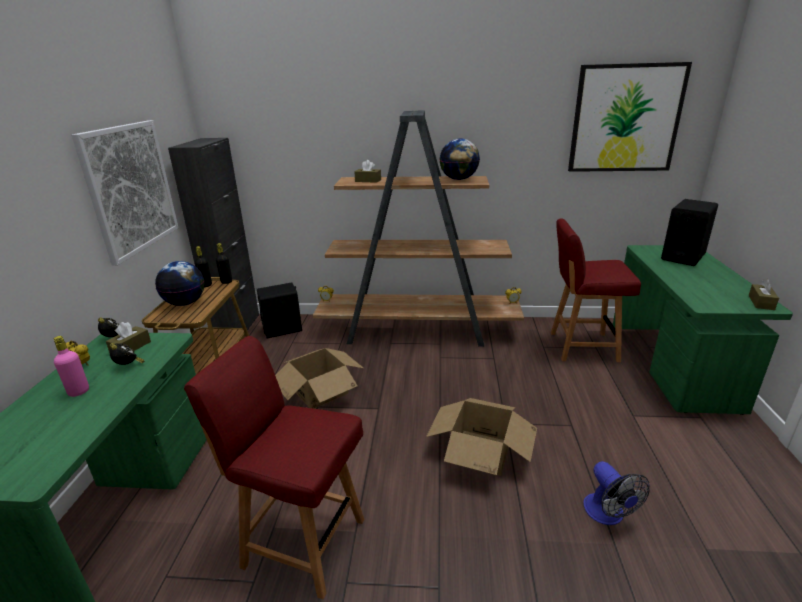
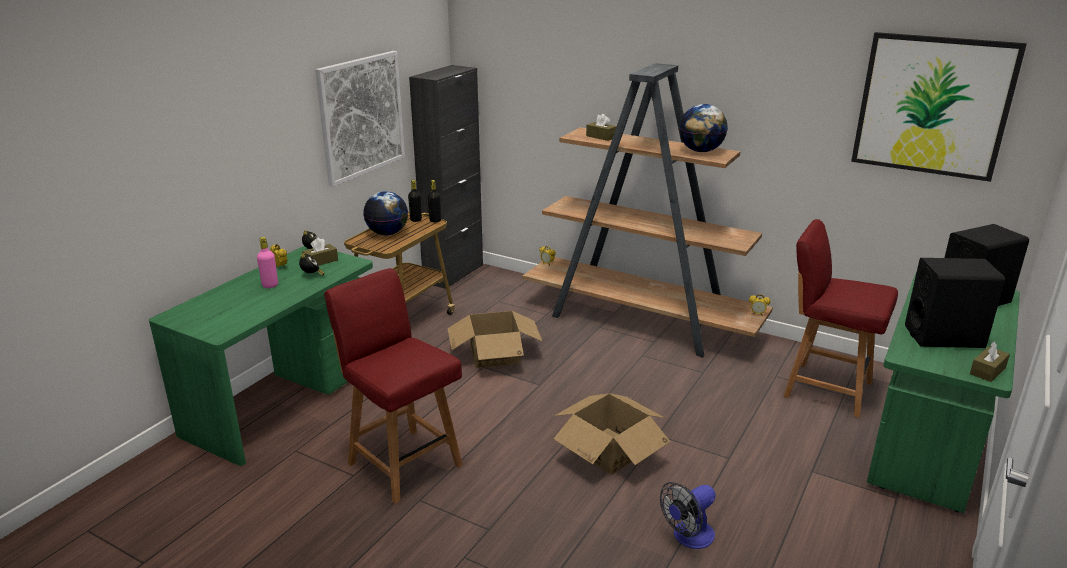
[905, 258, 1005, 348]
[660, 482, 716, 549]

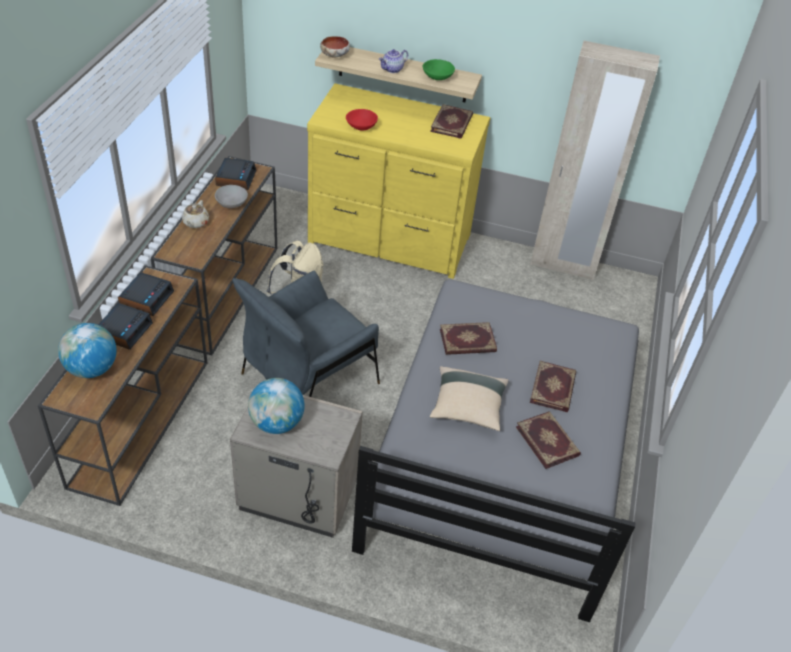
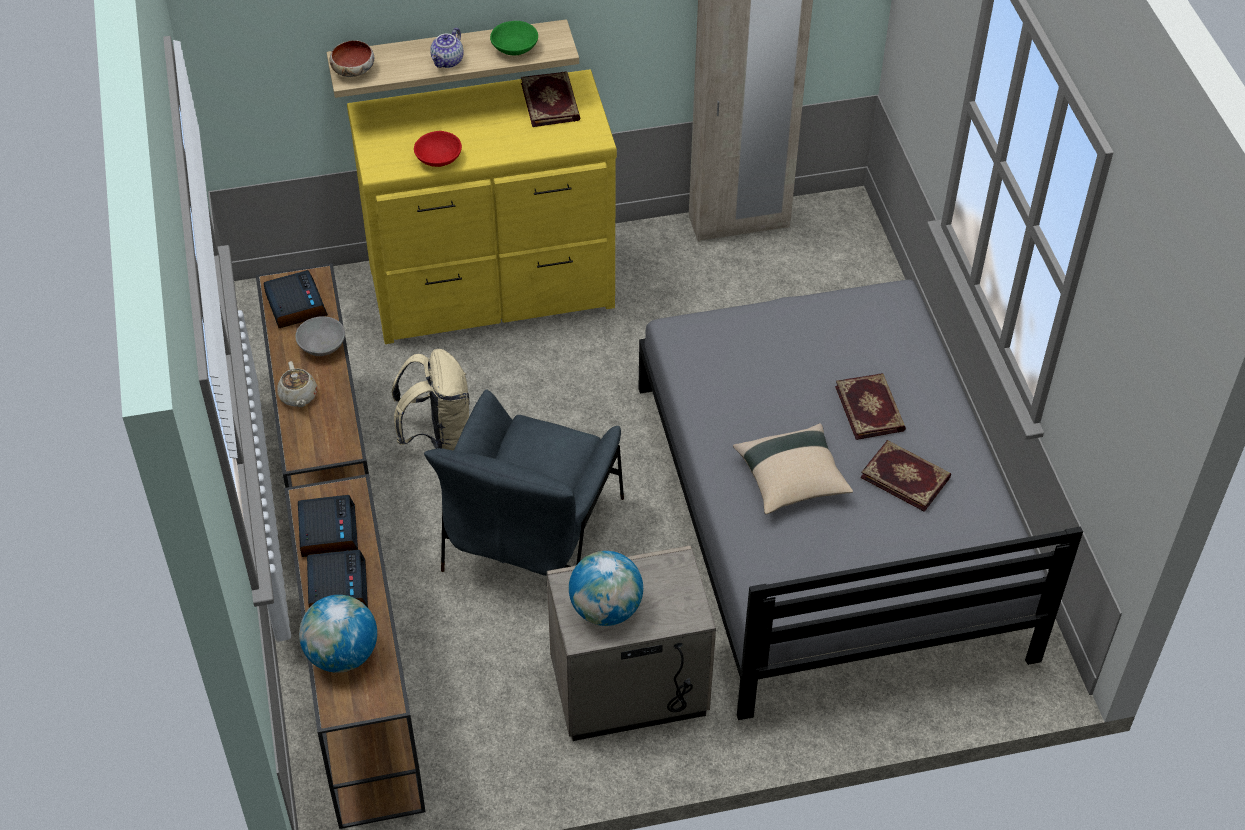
[440, 322, 497, 355] (first image)

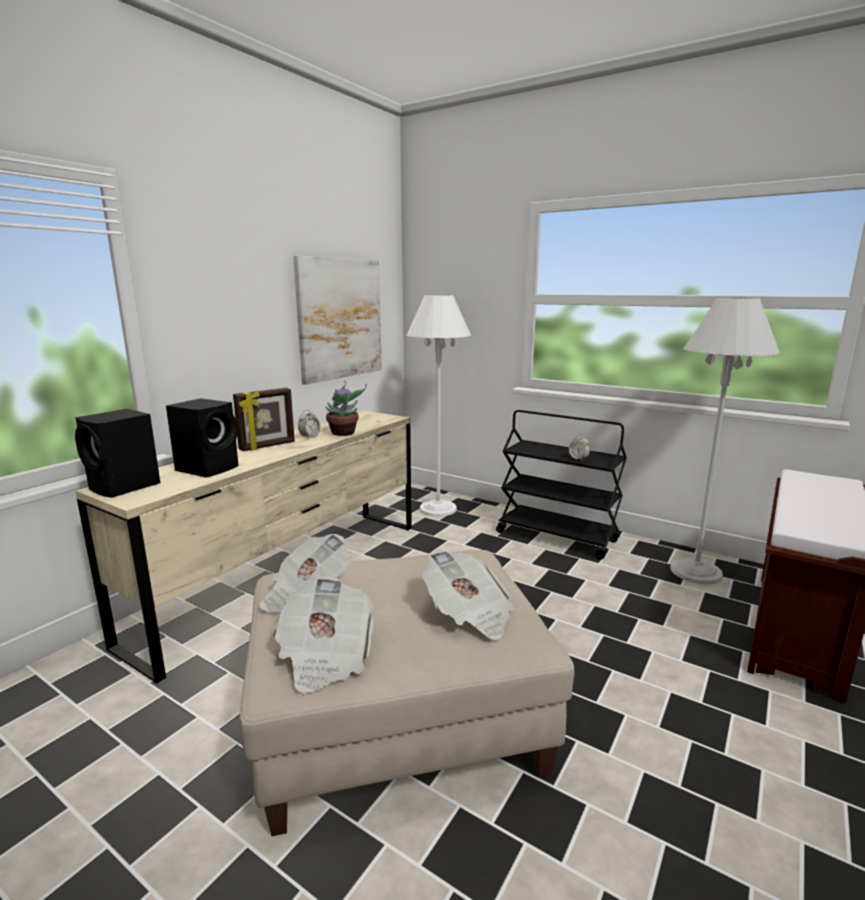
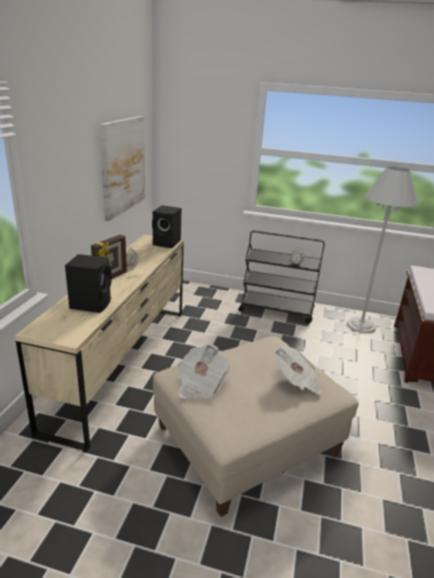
[152, 205, 181, 248]
[273, 576, 376, 693] (first image)
[326, 381, 367, 436] (first image)
[406, 295, 471, 517] (first image)

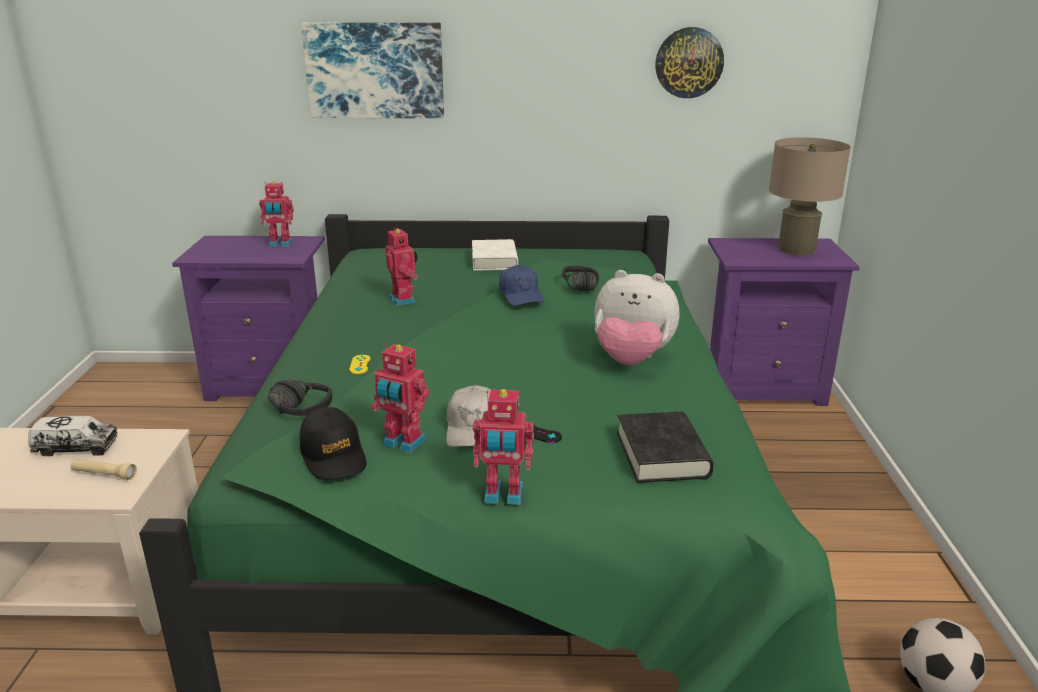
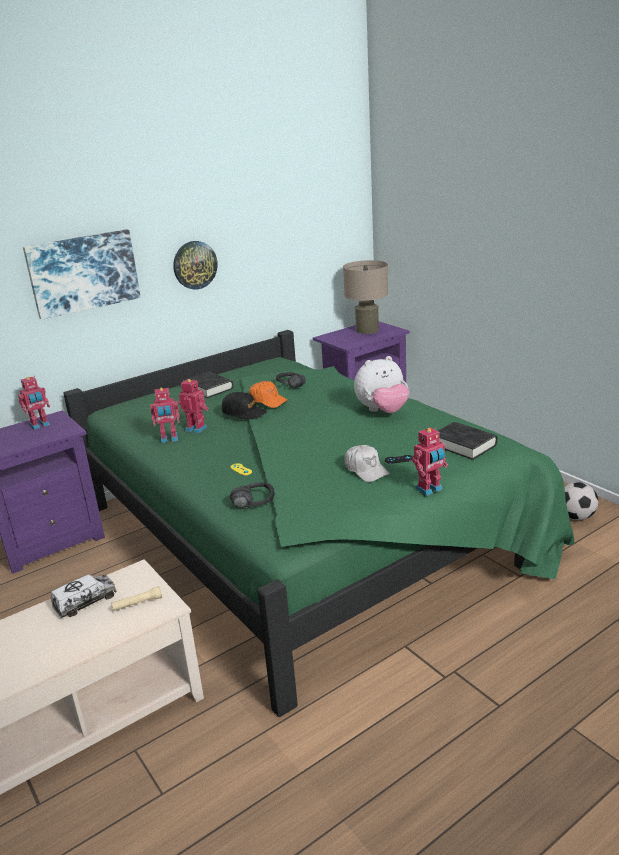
[222, 392, 267, 420]
[150, 388, 180, 443]
[185, 371, 233, 398]
[249, 381, 288, 408]
[173, 241, 218, 289]

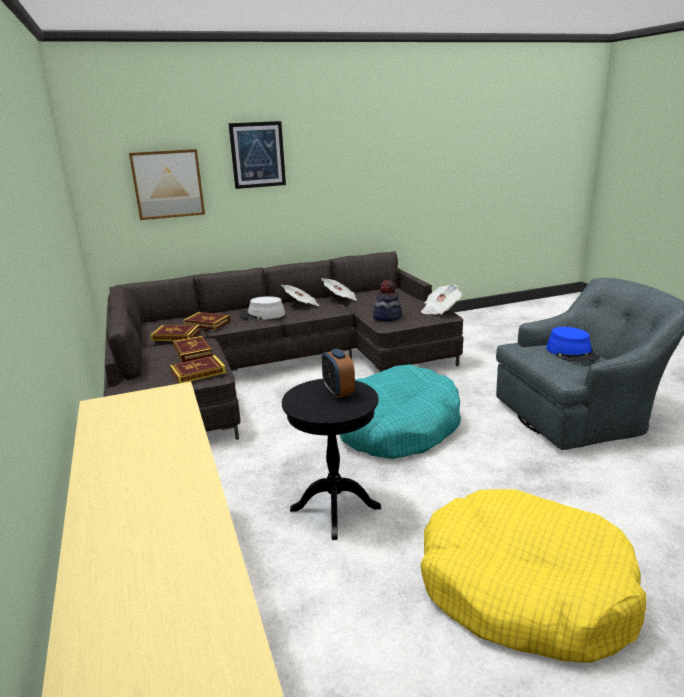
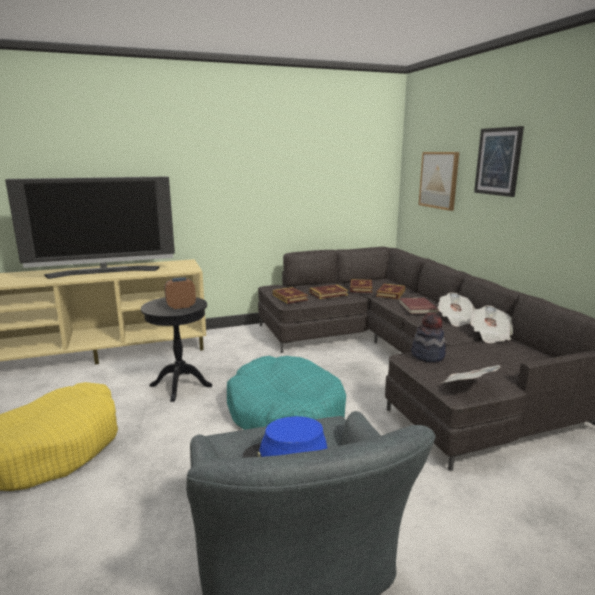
[399, 298, 439, 314]
[5, 176, 175, 279]

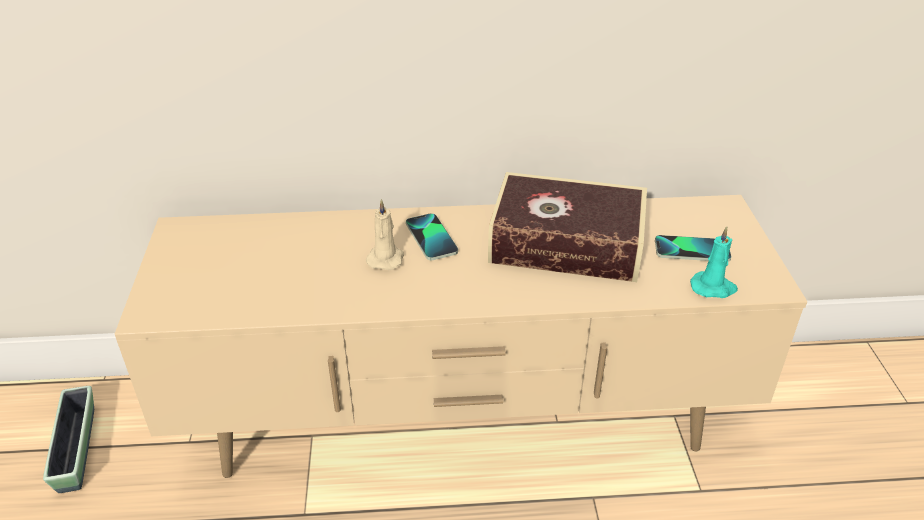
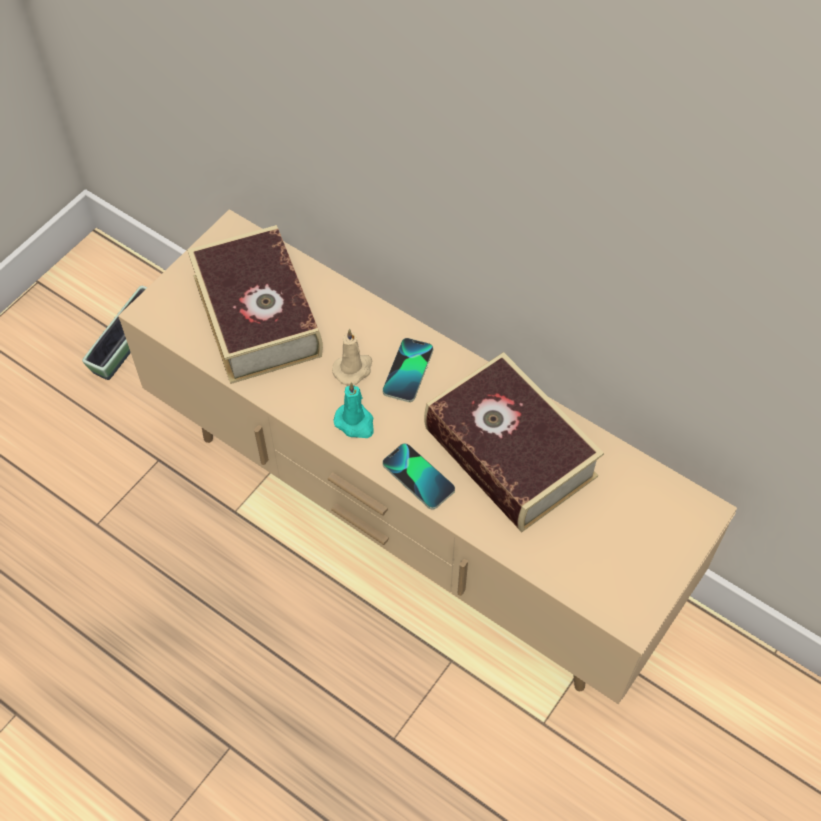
[382, 443, 455, 510]
[333, 382, 373, 438]
[187, 225, 323, 384]

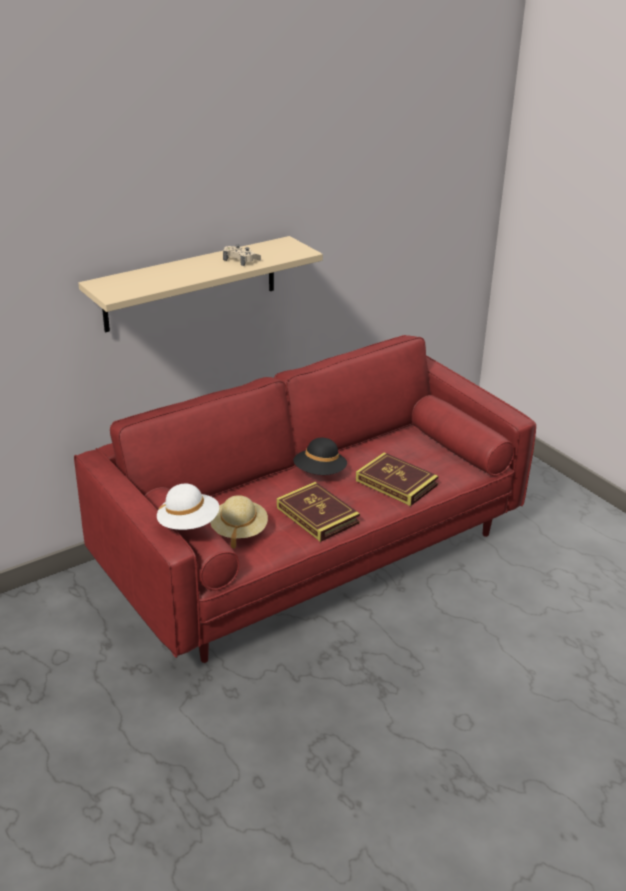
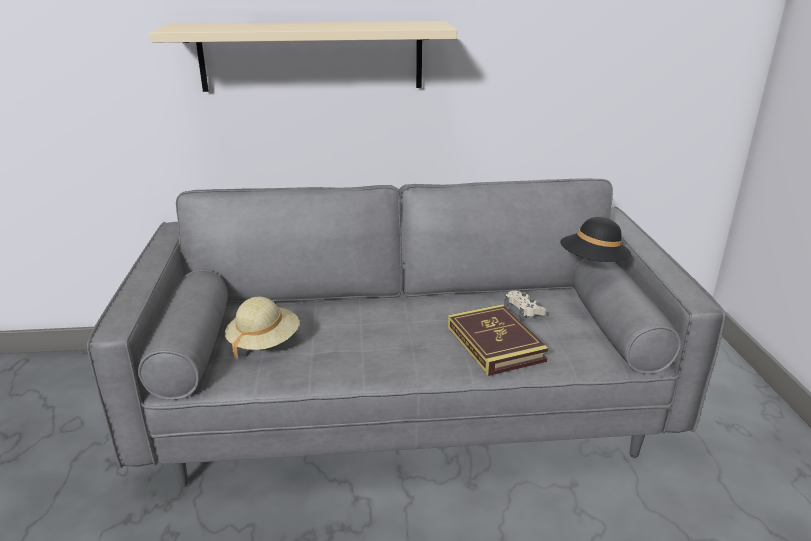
[87, 178, 725, 488]
[157, 484, 219, 530] (first image)
[504, 291, 547, 319]
[277, 482, 360, 542] (first image)
[560, 217, 631, 262]

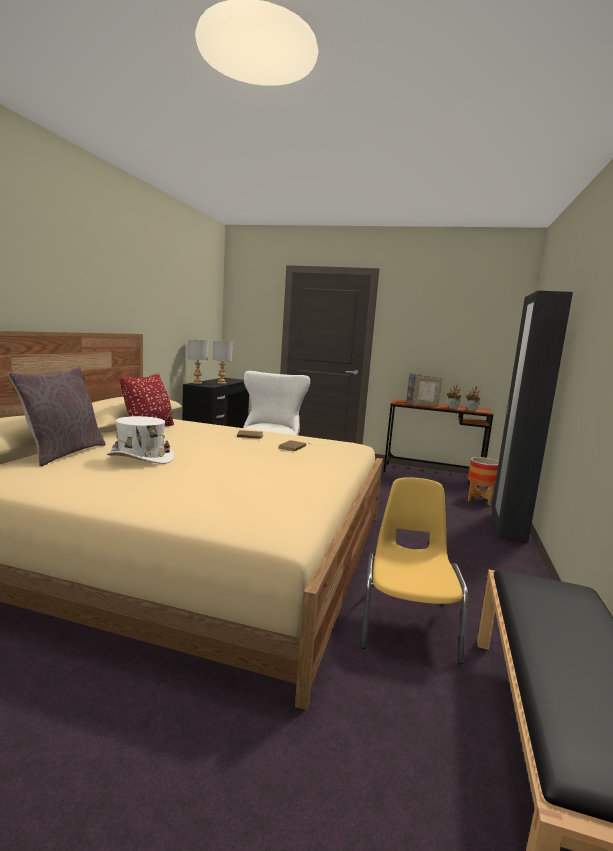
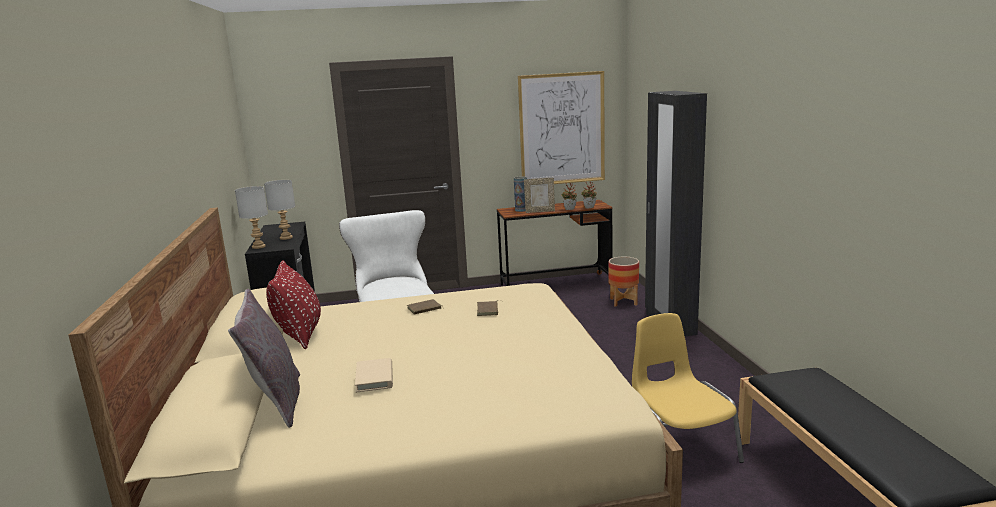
[355, 358, 393, 392]
[518, 71, 605, 184]

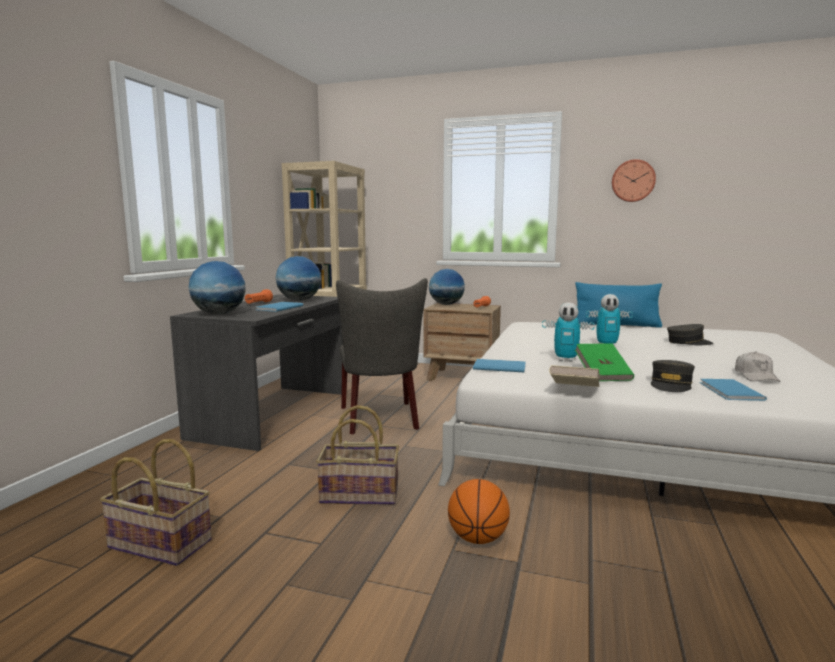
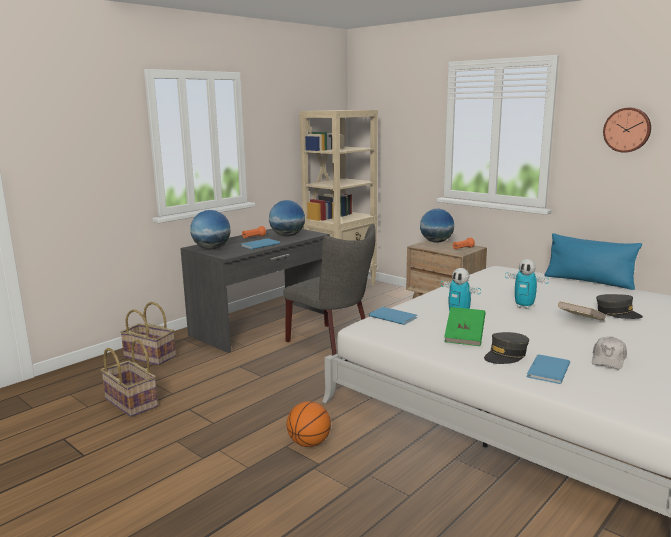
[120, 302, 176, 365]
[284, 224, 376, 356]
[557, 301, 606, 321]

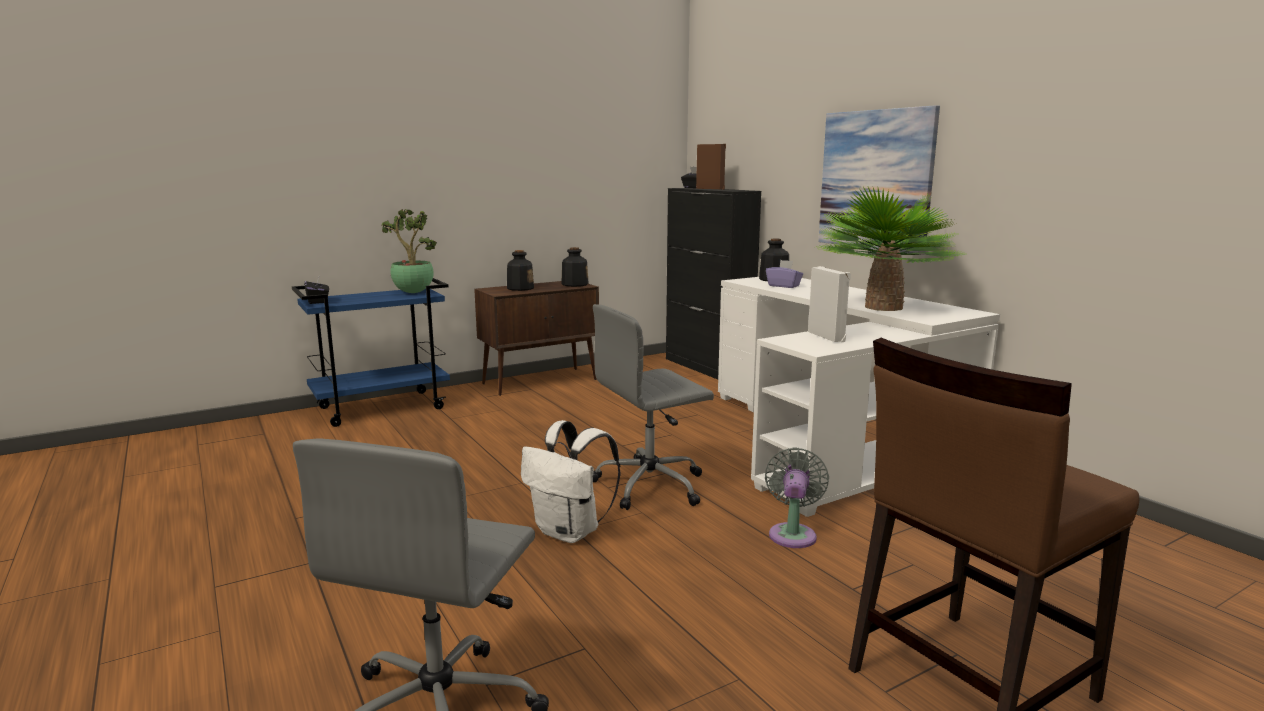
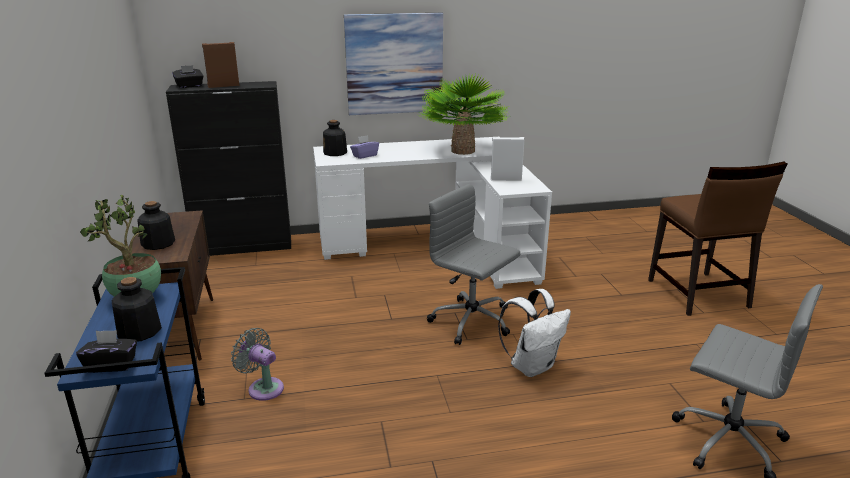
[112, 277, 162, 341]
[427, 184, 520, 345]
[231, 328, 284, 401]

